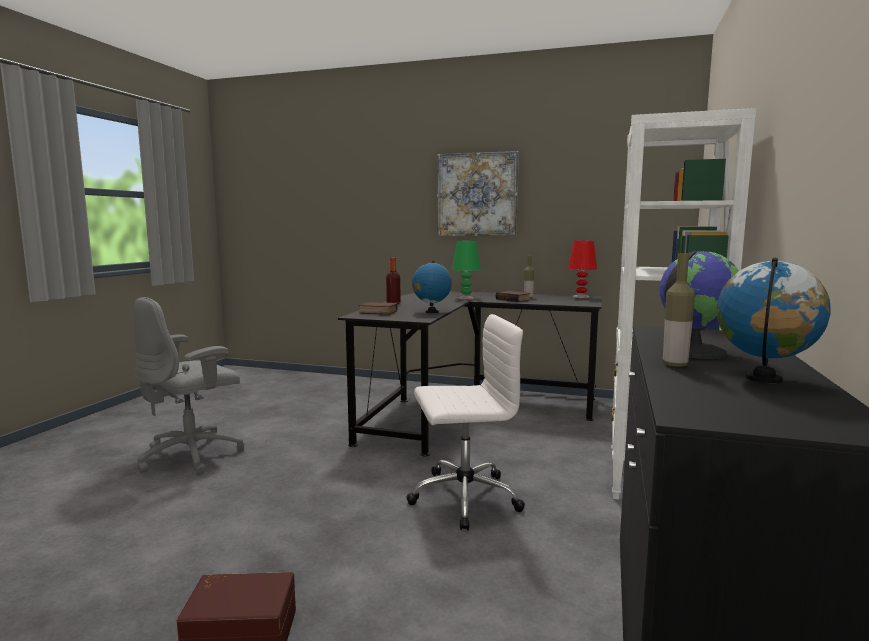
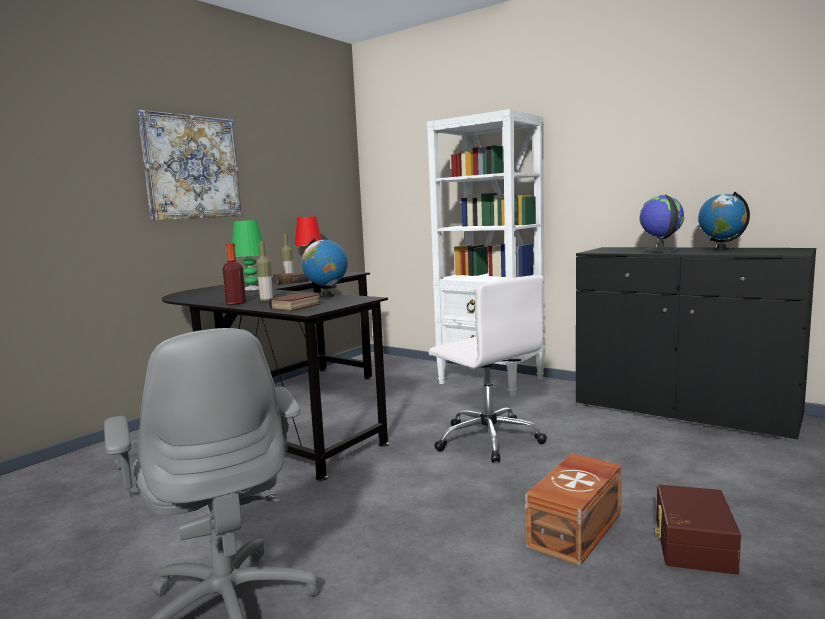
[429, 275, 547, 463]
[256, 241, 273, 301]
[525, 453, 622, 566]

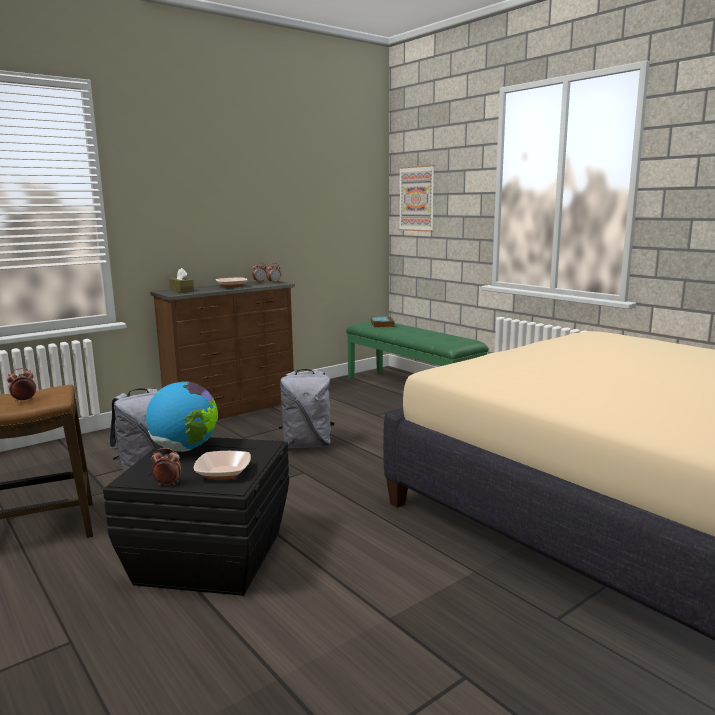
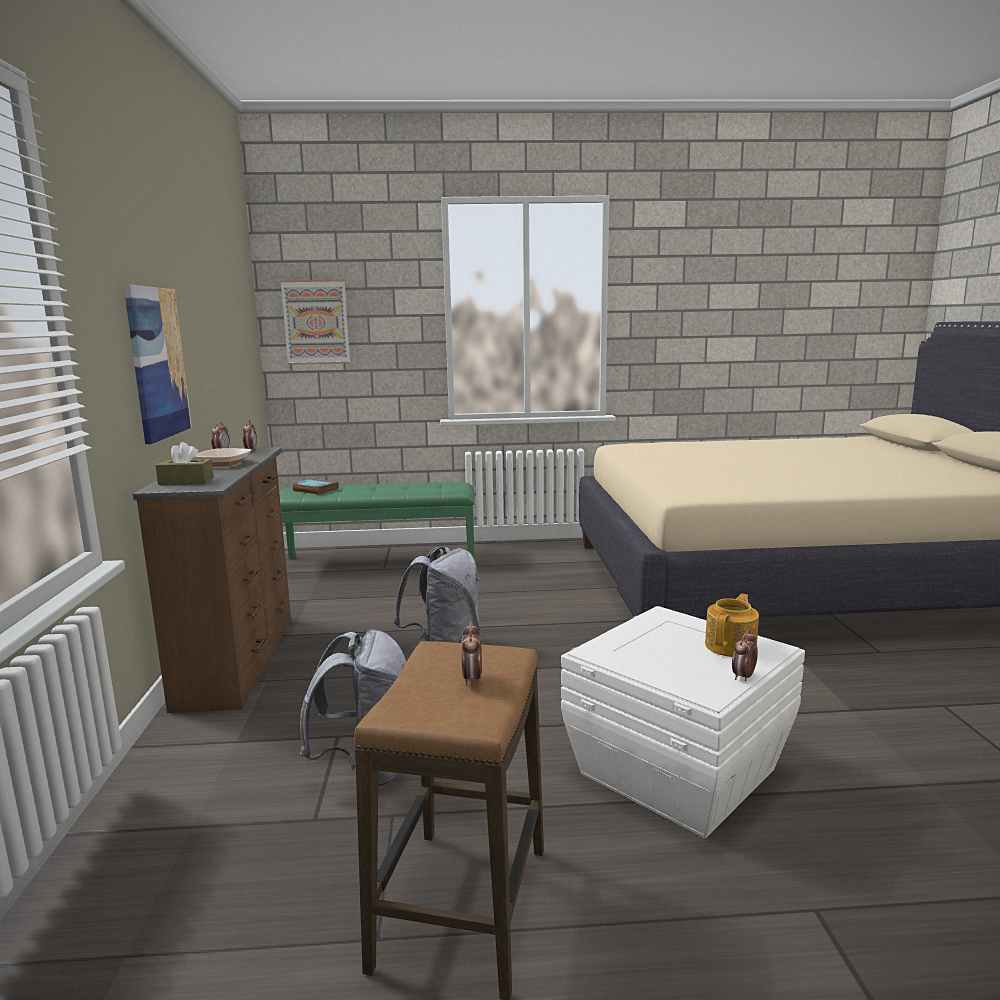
[561, 606, 805, 838]
[146, 381, 218, 452] (first image)
[705, 594, 759, 657]
[124, 284, 192, 444]

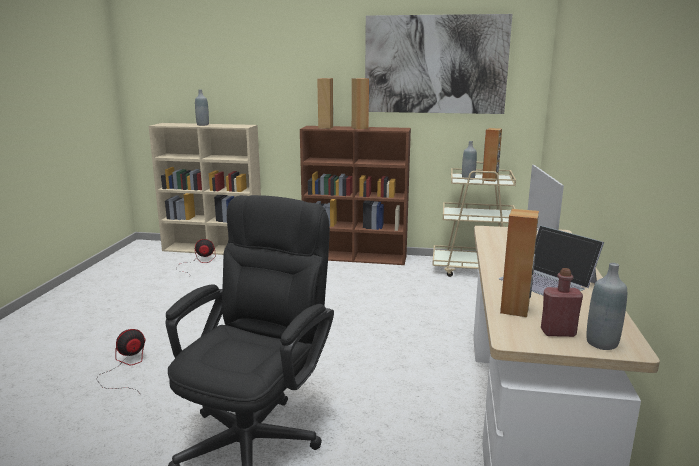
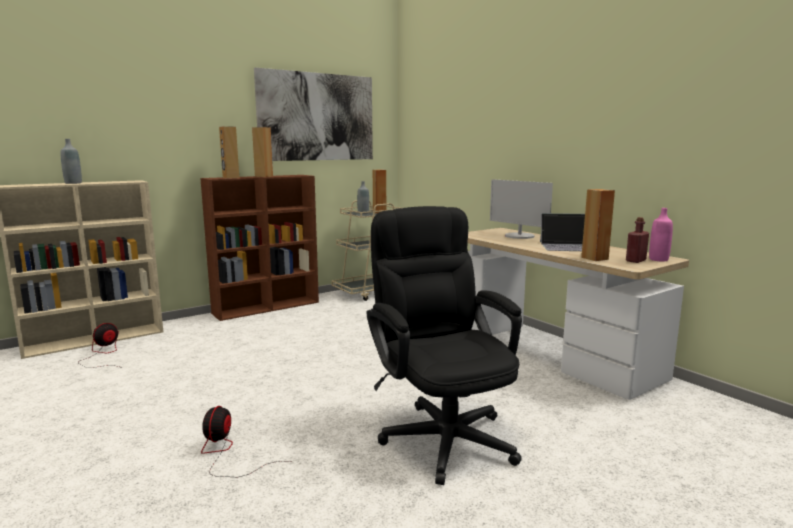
[649, 208, 673, 262]

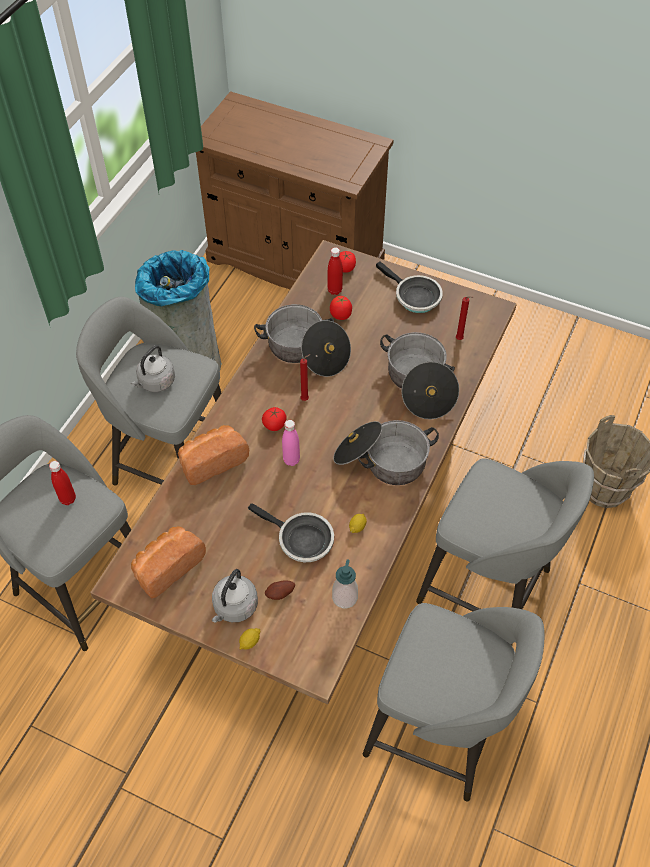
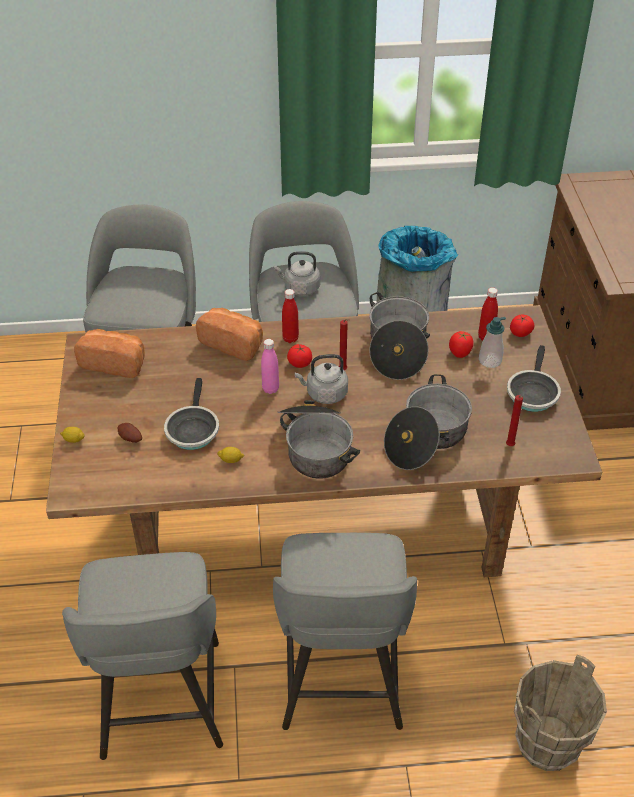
[282, 289, 299, 343]
[295, 354, 348, 404]
[479, 317, 506, 368]

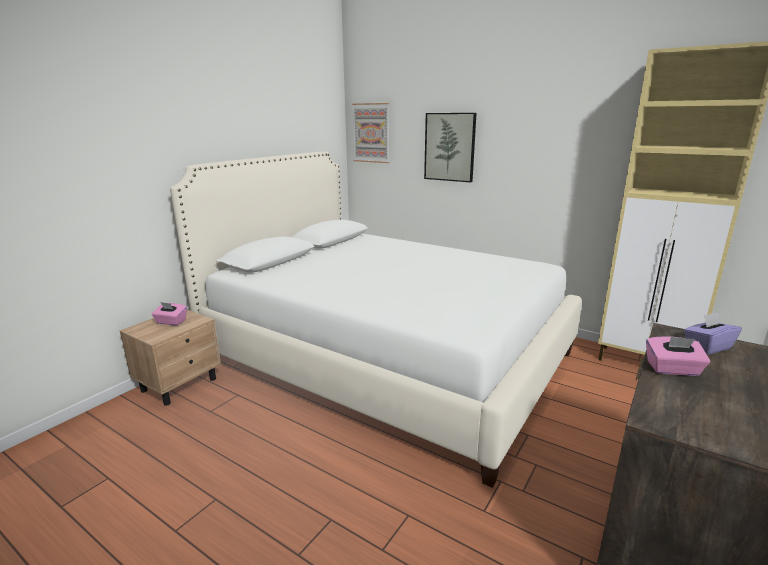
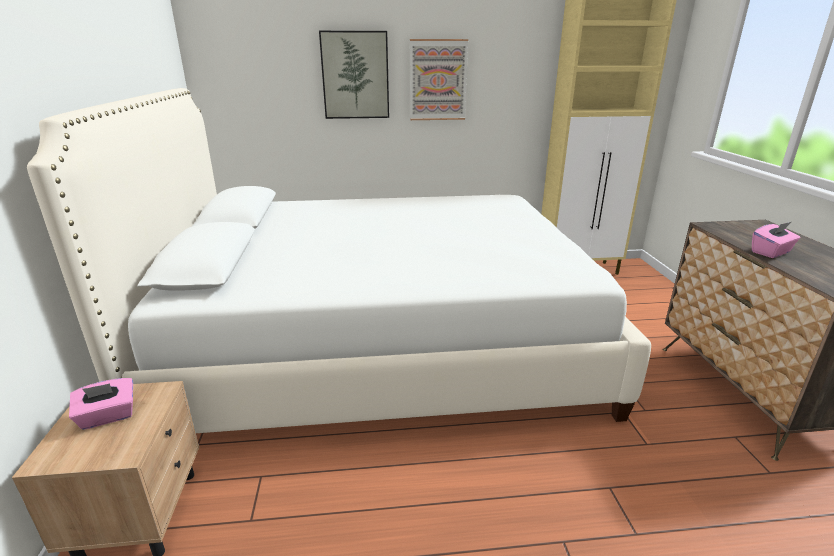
[410, 39, 468, 120]
[684, 312, 742, 355] (first image)

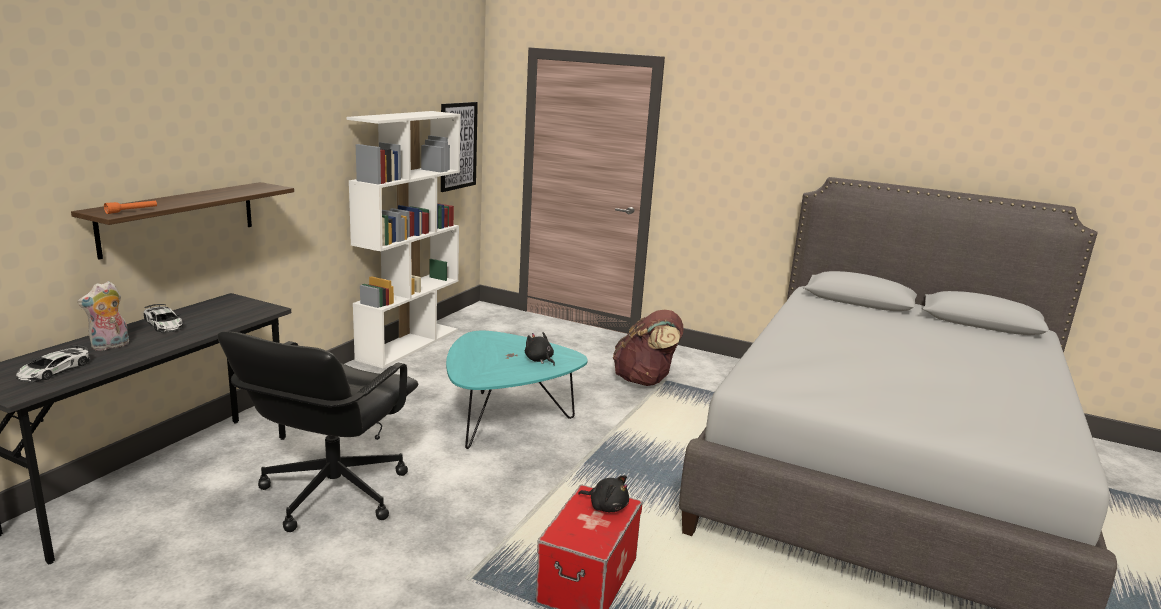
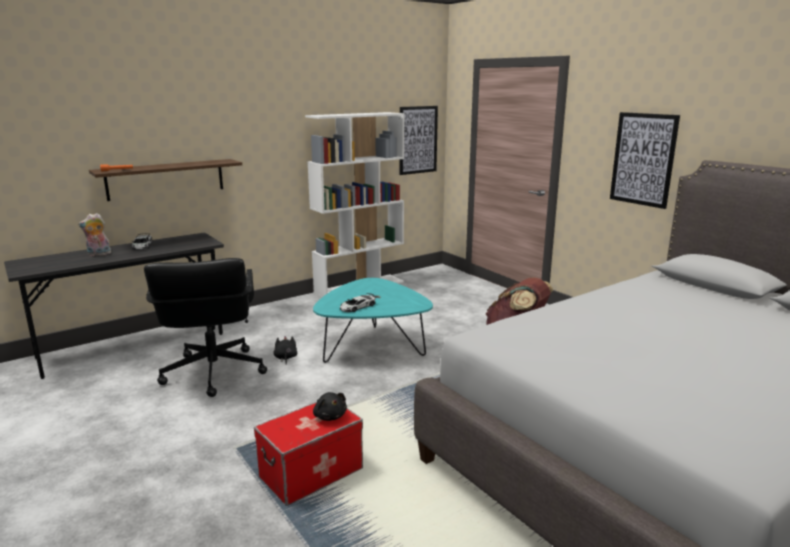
[340, 293, 376, 312]
[144, 258, 267, 397]
[273, 336, 297, 365]
[610, 112, 680, 209]

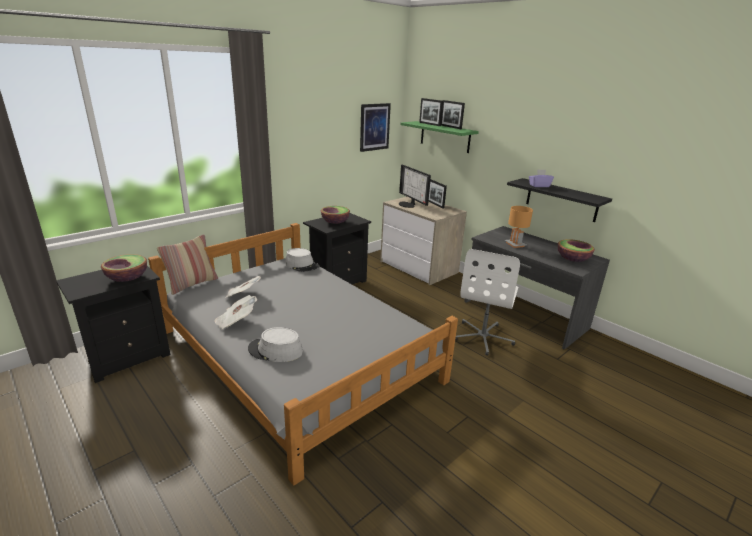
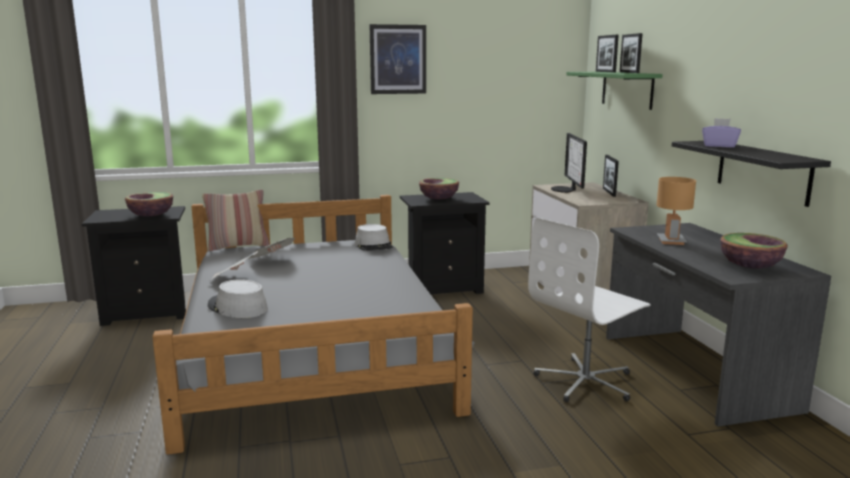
[370, 24, 426, 94]

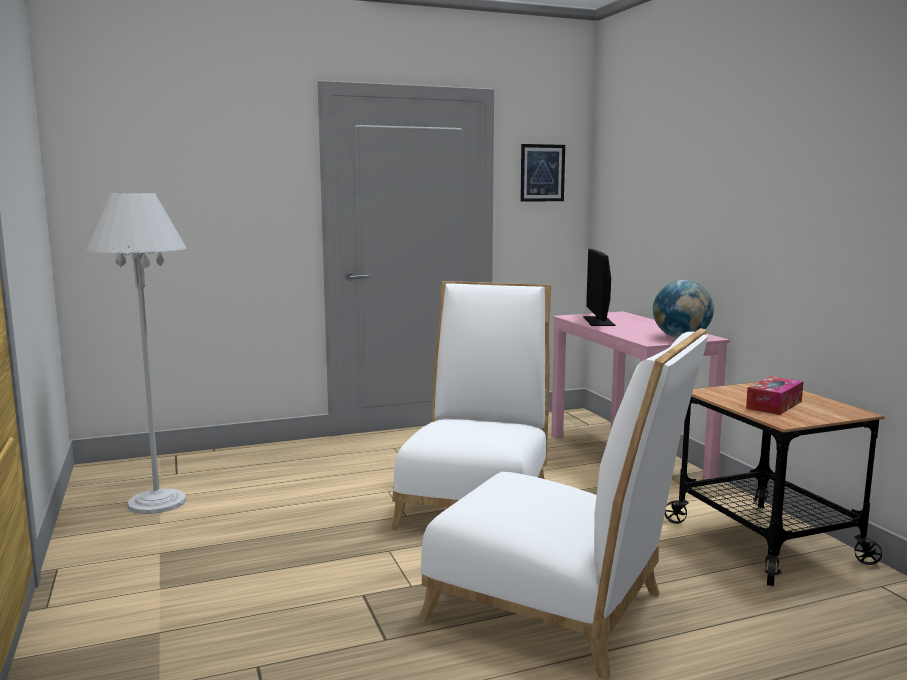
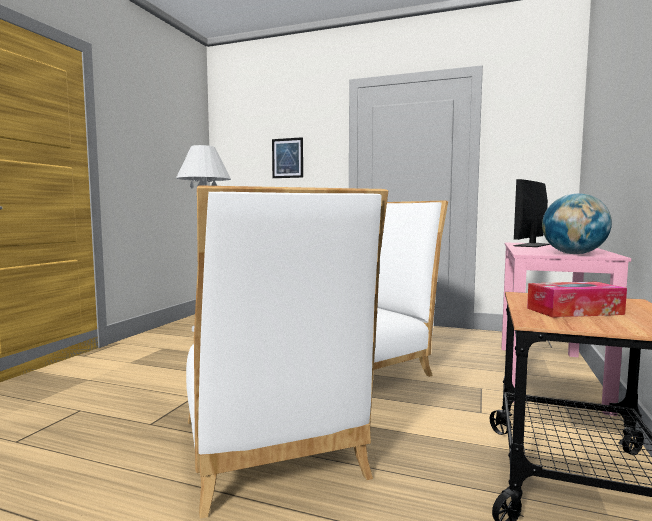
[272, 137, 303, 178]

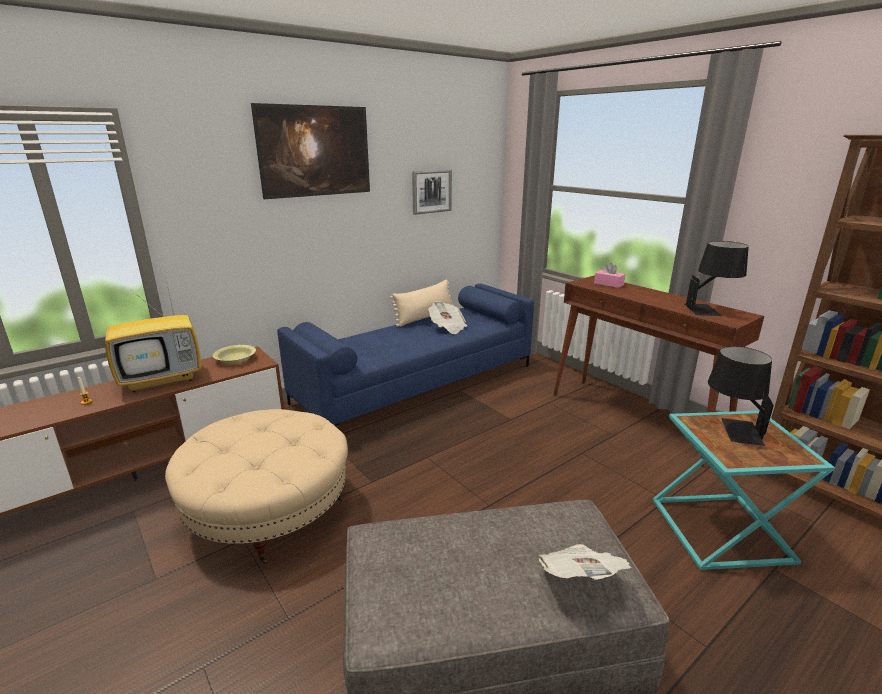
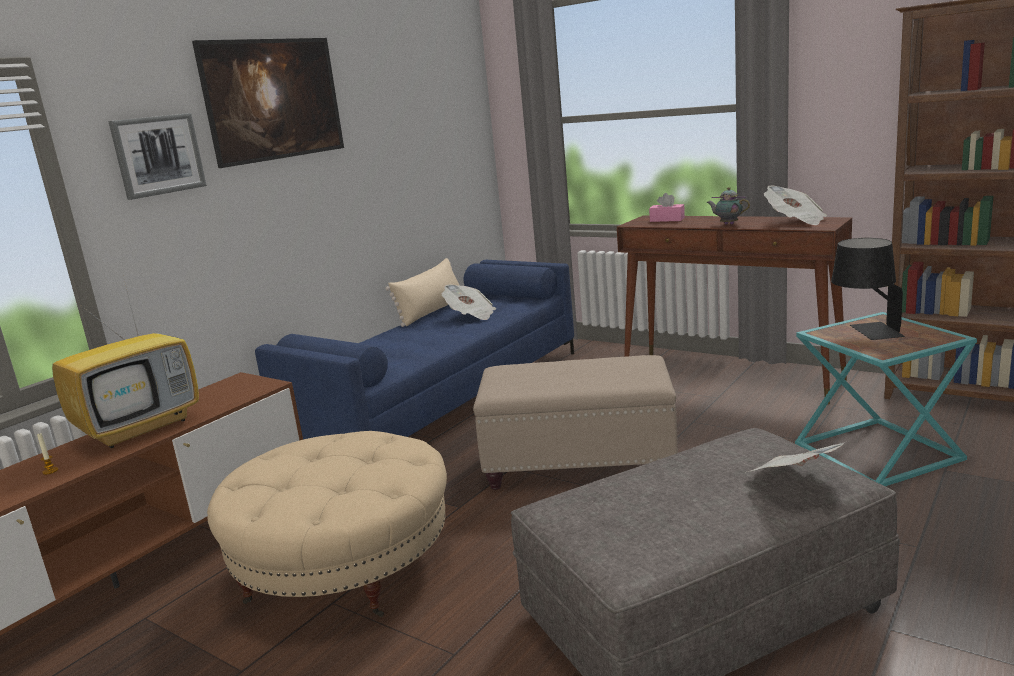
[213, 345, 256, 364] (first image)
[108, 113, 207, 200]
[764, 185, 827, 225]
[473, 355, 678, 490]
[707, 187, 750, 225]

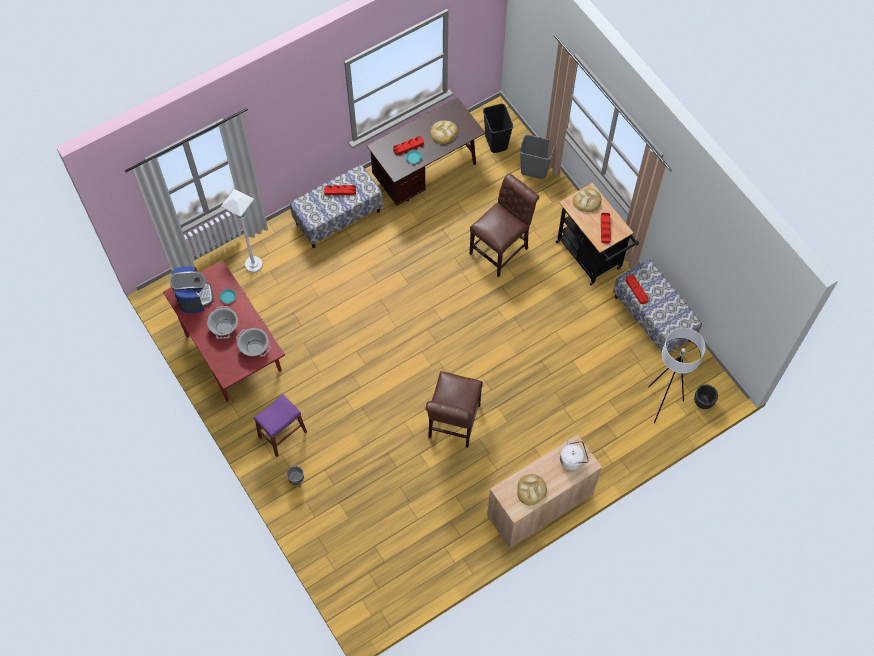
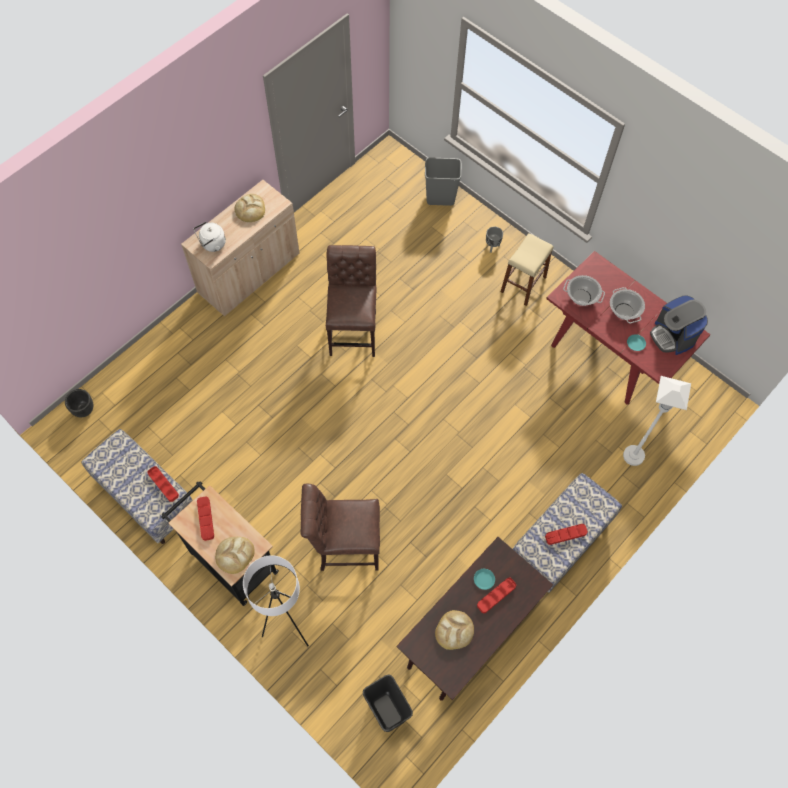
[501, 233, 554, 306]
[301, 484, 380, 571]
[425, 157, 461, 206]
[243, 555, 309, 646]

